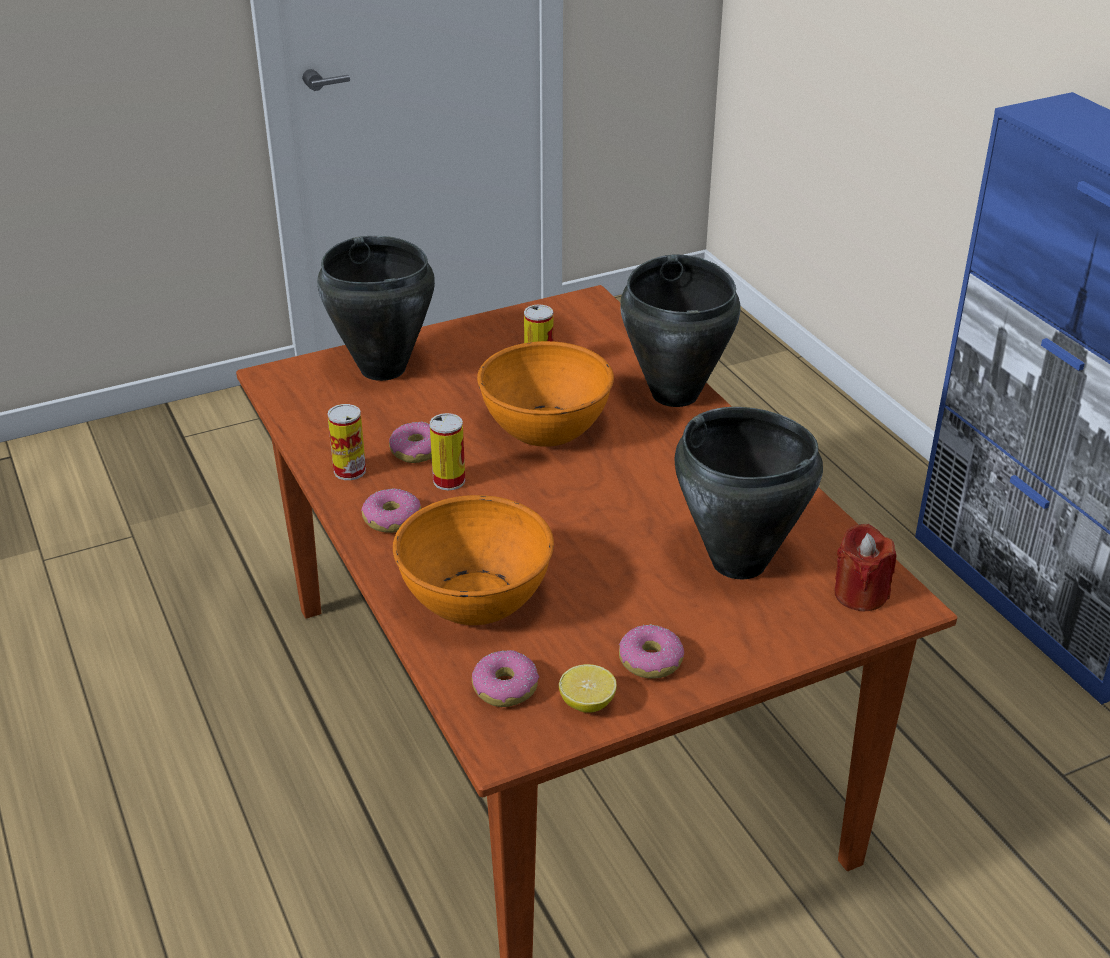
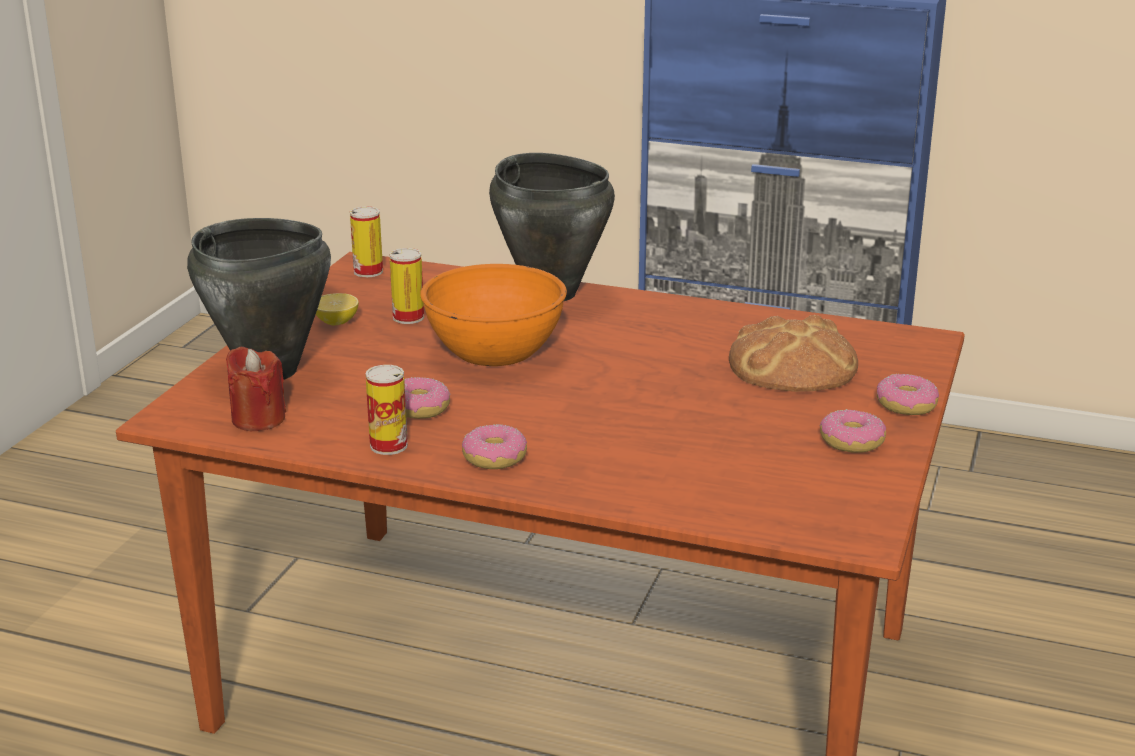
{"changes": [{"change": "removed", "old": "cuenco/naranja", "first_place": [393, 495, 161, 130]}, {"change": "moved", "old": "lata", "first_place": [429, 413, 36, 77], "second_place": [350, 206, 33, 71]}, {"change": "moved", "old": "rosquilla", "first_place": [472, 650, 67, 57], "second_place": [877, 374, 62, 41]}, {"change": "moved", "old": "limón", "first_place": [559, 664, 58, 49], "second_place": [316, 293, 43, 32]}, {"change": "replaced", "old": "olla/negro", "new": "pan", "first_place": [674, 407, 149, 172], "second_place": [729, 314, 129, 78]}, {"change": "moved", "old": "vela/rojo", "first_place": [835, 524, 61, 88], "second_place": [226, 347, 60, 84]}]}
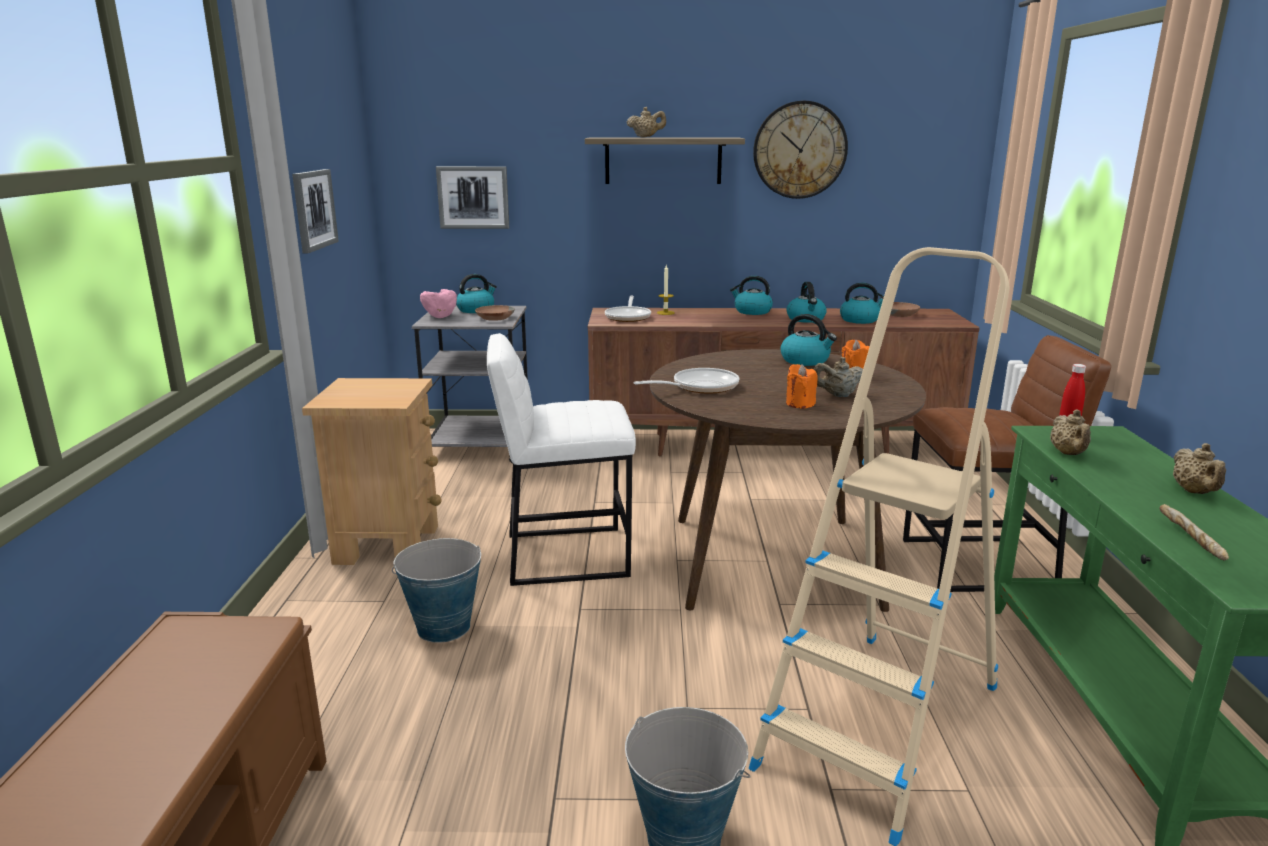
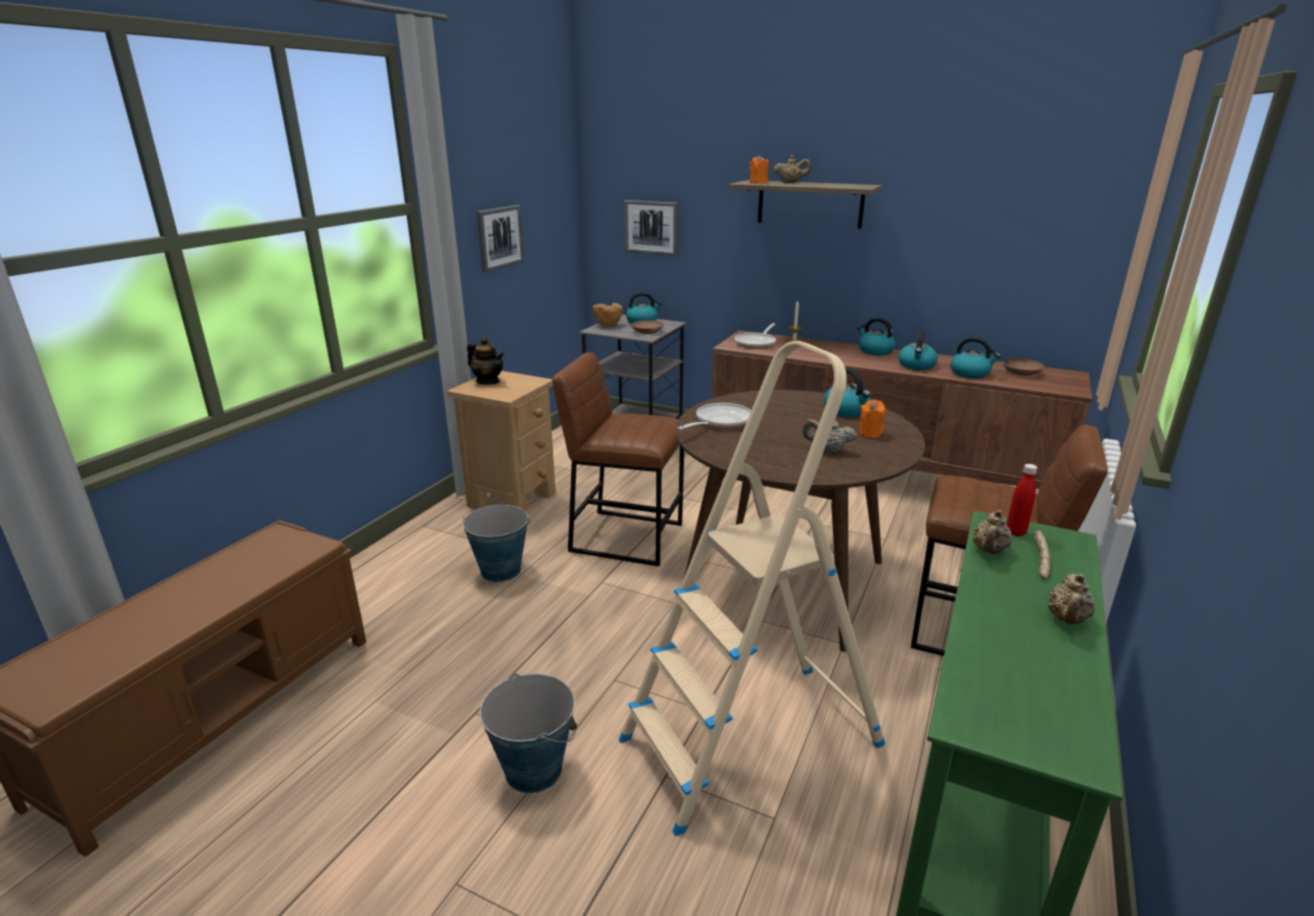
{"changes": [{"change": "recoloured", "old": "cuenco/rosa", "new": "cuenco/marrón", "first_place": [420, 289, 37, 29], "second_place": [593, 303, 30, 24]}, {"change": "recoloured", "old": "silla/blanco", "new": "silla/marrón", "first_place": [487, 333, 149, 253], "second_place": [552, 352, 132, 214]}, {"change": "turned", "old": "sartén", "first_place": [634, 368, 105, 25], "second_place": [677, 403, 74, 27], "degrees": -45}, {"change": "removed", "old": "reloj de pared", "first_place": [753, 101, 95, 98]}, {"change": "moved", "old": "vela/naranja", "first_place": [786, 364, 31, 44], "second_place": [750, 155, 18, 29]}, {"change": "moved", "old": "pan", "first_place": [1159, 504, 70, 56], "second_place": [1034, 531, 17, 48]}, {"change": "added", "new": "tetera", "second_place": [467, 337, 37, 48]}]}
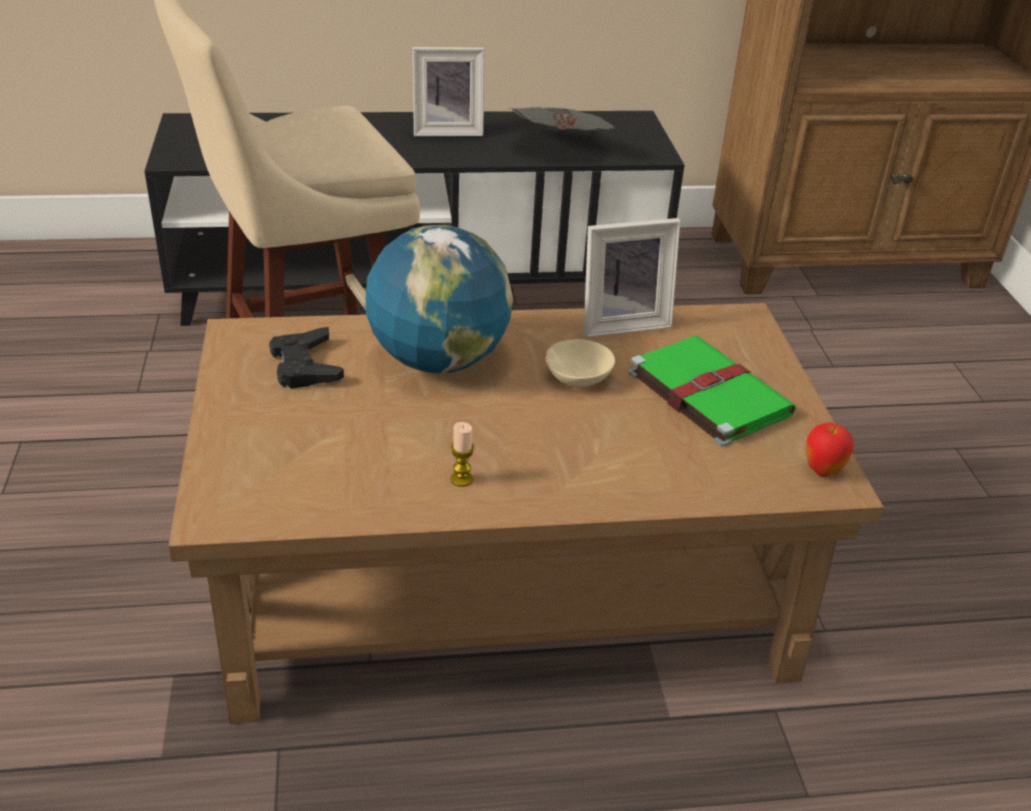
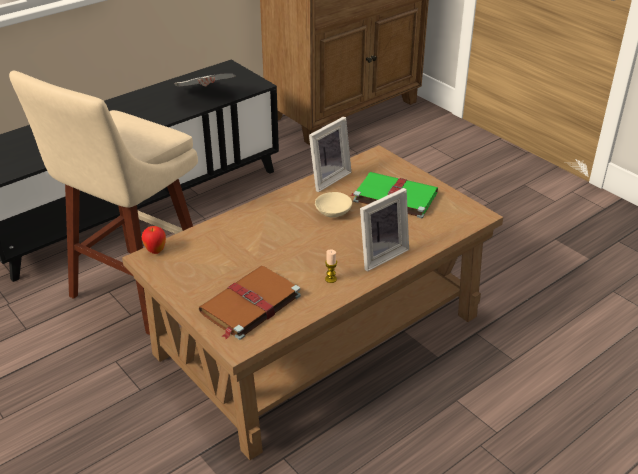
{"changes": [{"change": "removed", "old": "mando de consola/negro", "first_place": [269, 327, 75, 62]}, {"change": "removed", "old": "globo terráqueo", "first_place": [365, 225, 148, 148]}, {"change": "moved", "old": "portarretratos", "first_place": [413, 47, 72, 89], "second_place": [360, 188, 49, 83]}, {"change": "moved", "old": "manzana", "first_place": [806, 422, 48, 55], "second_place": [142, 226, 24, 28]}, {"change": "added", "new": "libro/marrón", "second_place": [199, 266, 102, 74]}]}
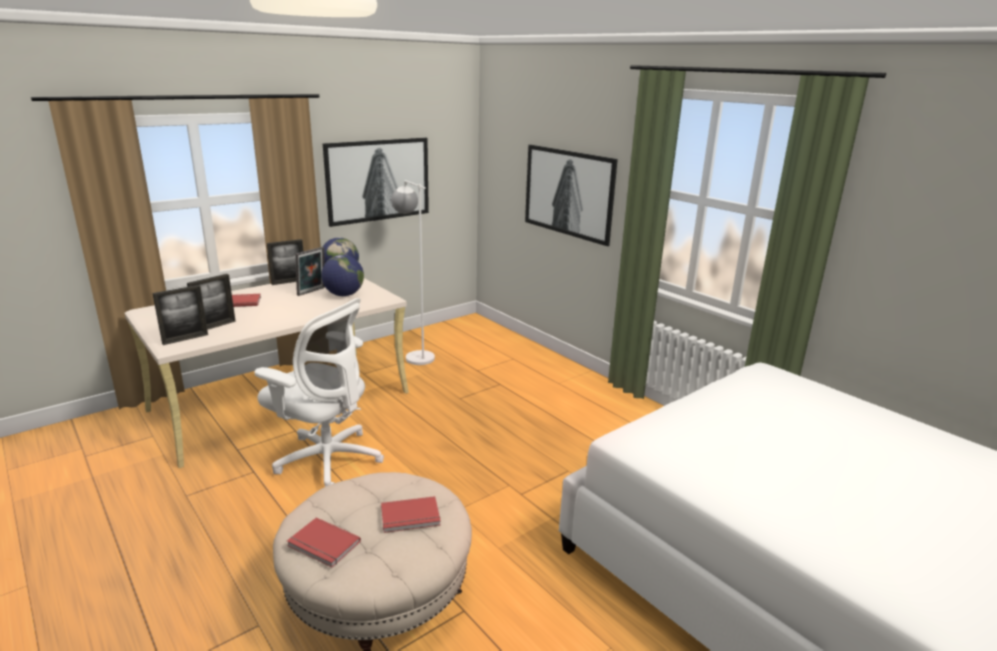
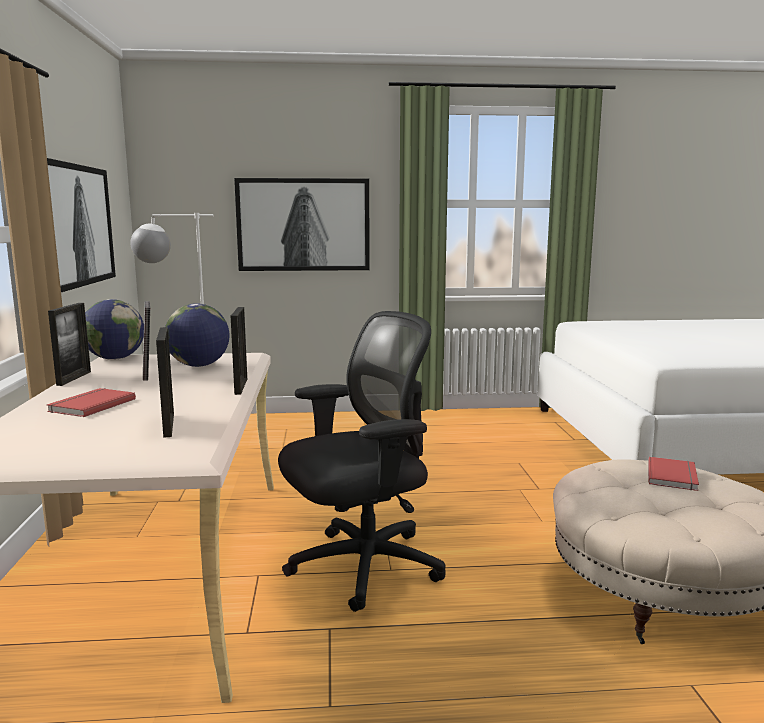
{"changes": [{"change": "moved", "old": "portarretratos", "first_place": [153, 285, 55, 60], "second_place": [231, 307, 16, 88]}, {"change": "recoloured", "old": "silla de oficina/blanco", "new": "silla de oficina/negro", "first_place": [254, 298, 130, 189], "second_place": [278, 311, 168, 301]}, {"change": "removed", "old": "libro/rojo", "first_place": [287, 517, 74, 51]}]}
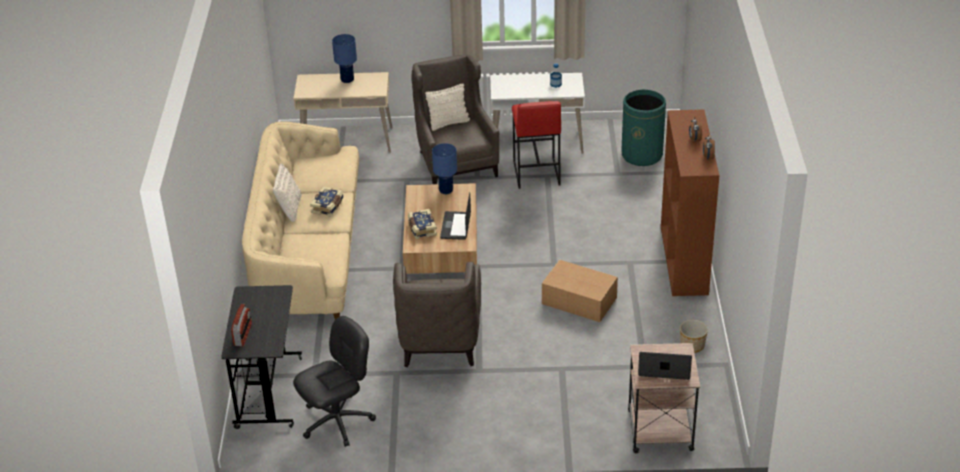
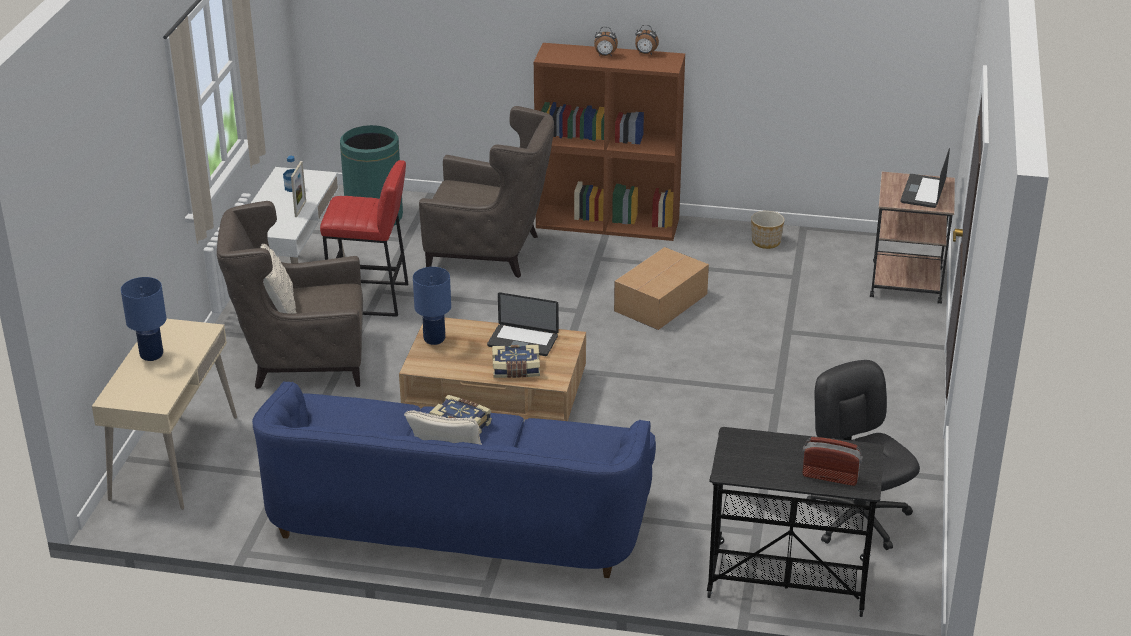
{"changes": [{"change": "recoloured", "old": "sofá/beis", "new": "sofá/azul", "first_place": [242, 121, 117, 198], "second_place": [252, 381, 404, 197]}, {"change": "moved", "old": "sillón/gris", "first_place": [393, 262, 88, 105], "second_place": [419, 106, 135, 172]}, {"change": "added", "new": "portarretratos", "second_place": [291, 161, 15, 56]}]}
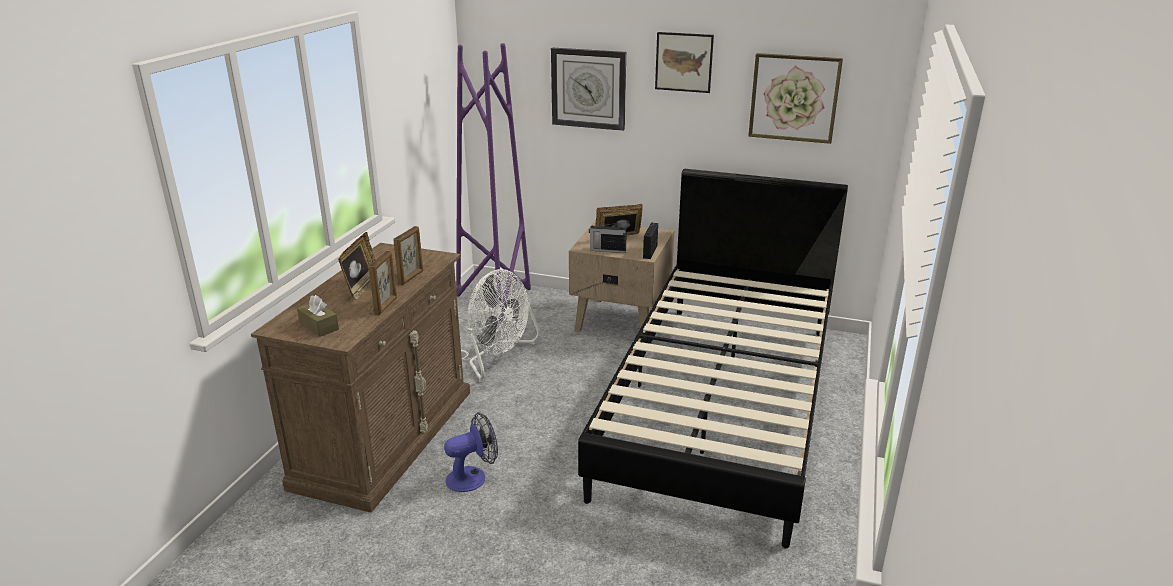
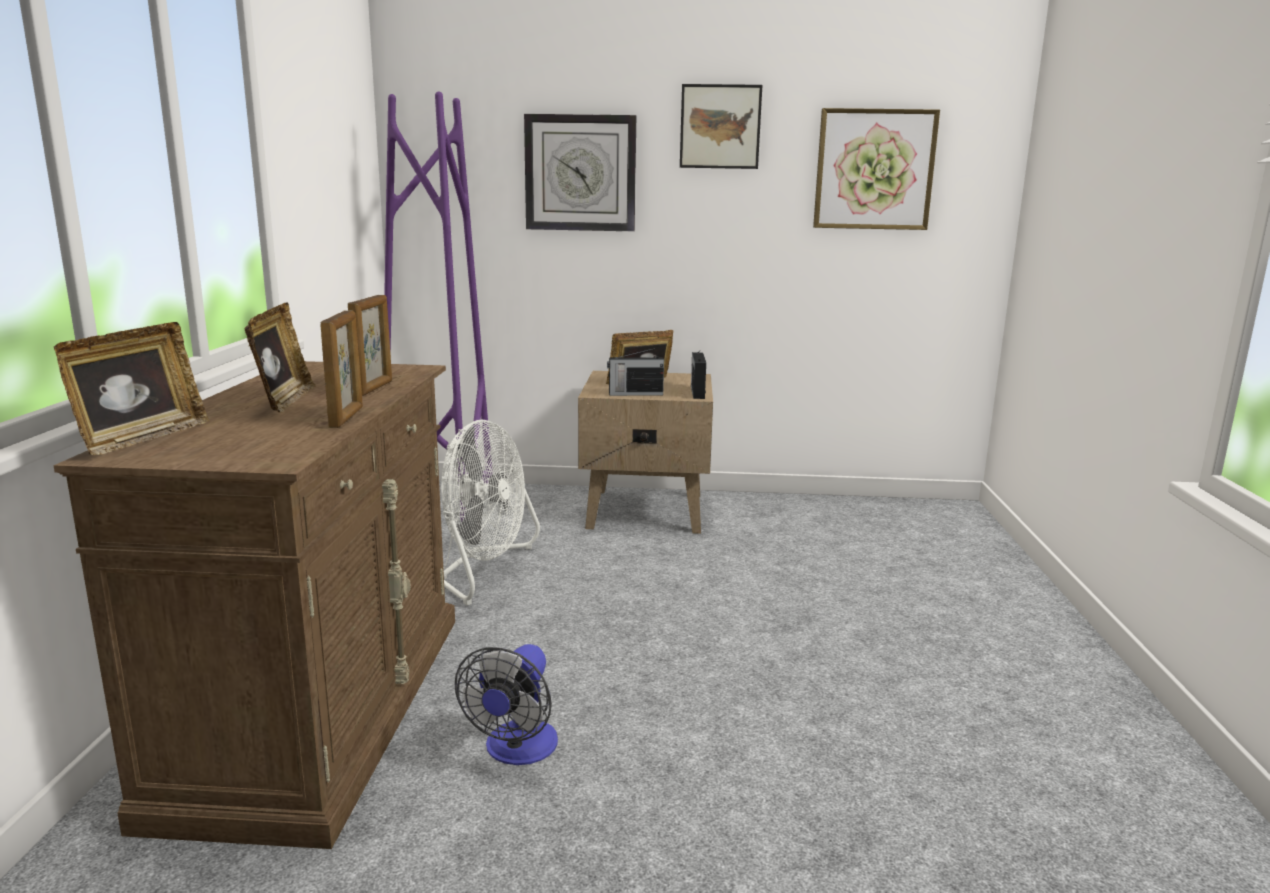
{"changes": [{"change": "removed", "old": "caja de pañuelos/marrón", "first_place": [297, 295, 42, 42]}, {"change": "turned", "old": "ventilador", "first_place": [444, 412, 54, 80], "second_place": [455, 644, 103, 121], "degrees": 150}, {"change": "removed", "old": "cama/negro", "first_place": [578, 169, 270, 379]}, {"change": "added", "new": "portarretratos", "second_place": [54, 322, 156, 133]}]}
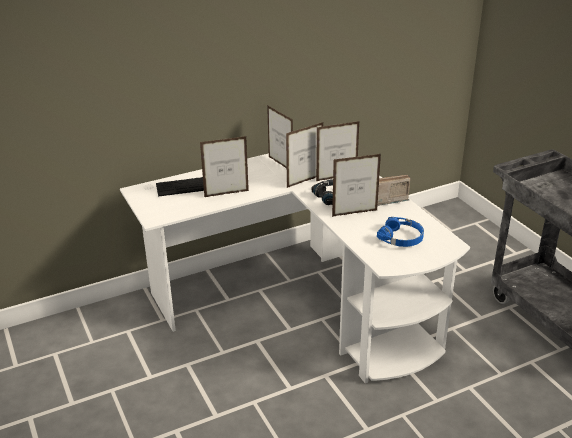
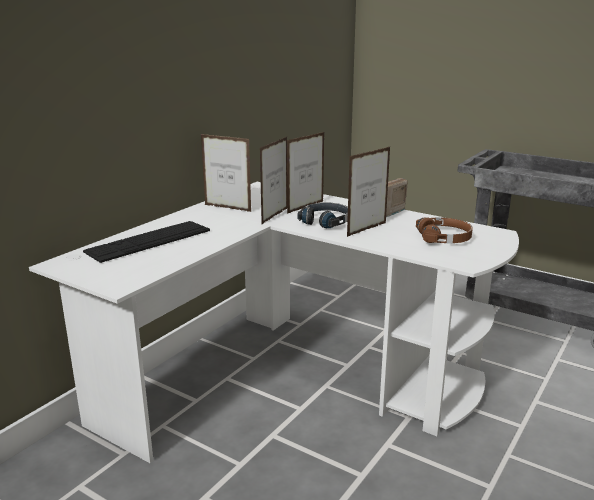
{"changes": [{"change": "removed", "old": "portarretratos", "first_place": [200, 136, 49, 61]}, {"change": "recoloured", "old": "auriculares/azul", "new": "auriculares/marrón", "first_place": [377, 217, 47, 30], "second_place": [416, 217, 57, 26]}]}
